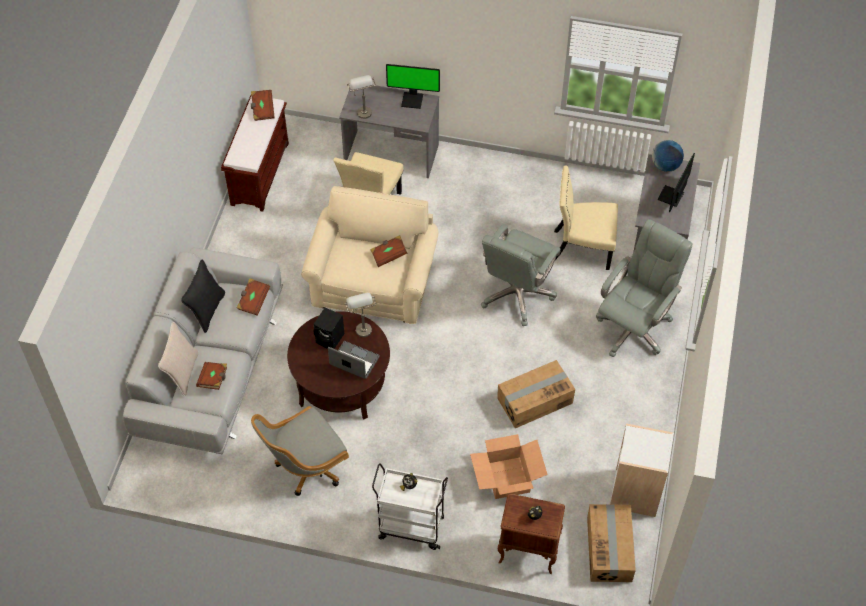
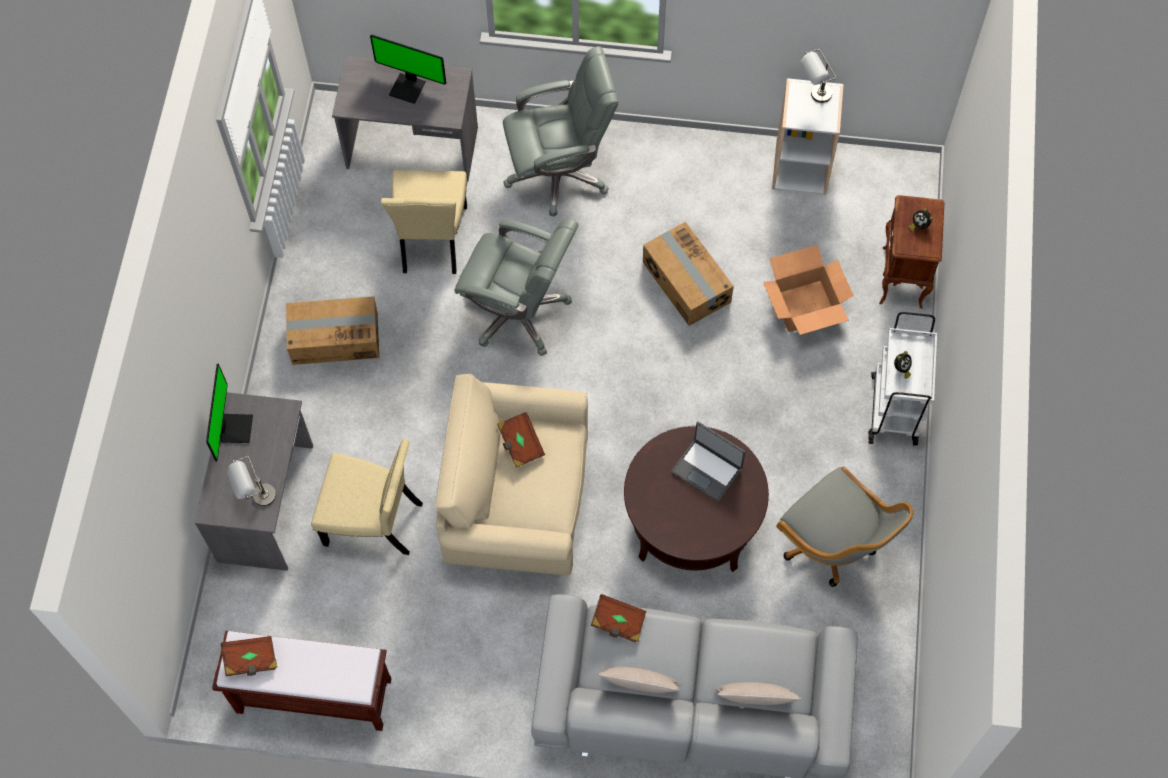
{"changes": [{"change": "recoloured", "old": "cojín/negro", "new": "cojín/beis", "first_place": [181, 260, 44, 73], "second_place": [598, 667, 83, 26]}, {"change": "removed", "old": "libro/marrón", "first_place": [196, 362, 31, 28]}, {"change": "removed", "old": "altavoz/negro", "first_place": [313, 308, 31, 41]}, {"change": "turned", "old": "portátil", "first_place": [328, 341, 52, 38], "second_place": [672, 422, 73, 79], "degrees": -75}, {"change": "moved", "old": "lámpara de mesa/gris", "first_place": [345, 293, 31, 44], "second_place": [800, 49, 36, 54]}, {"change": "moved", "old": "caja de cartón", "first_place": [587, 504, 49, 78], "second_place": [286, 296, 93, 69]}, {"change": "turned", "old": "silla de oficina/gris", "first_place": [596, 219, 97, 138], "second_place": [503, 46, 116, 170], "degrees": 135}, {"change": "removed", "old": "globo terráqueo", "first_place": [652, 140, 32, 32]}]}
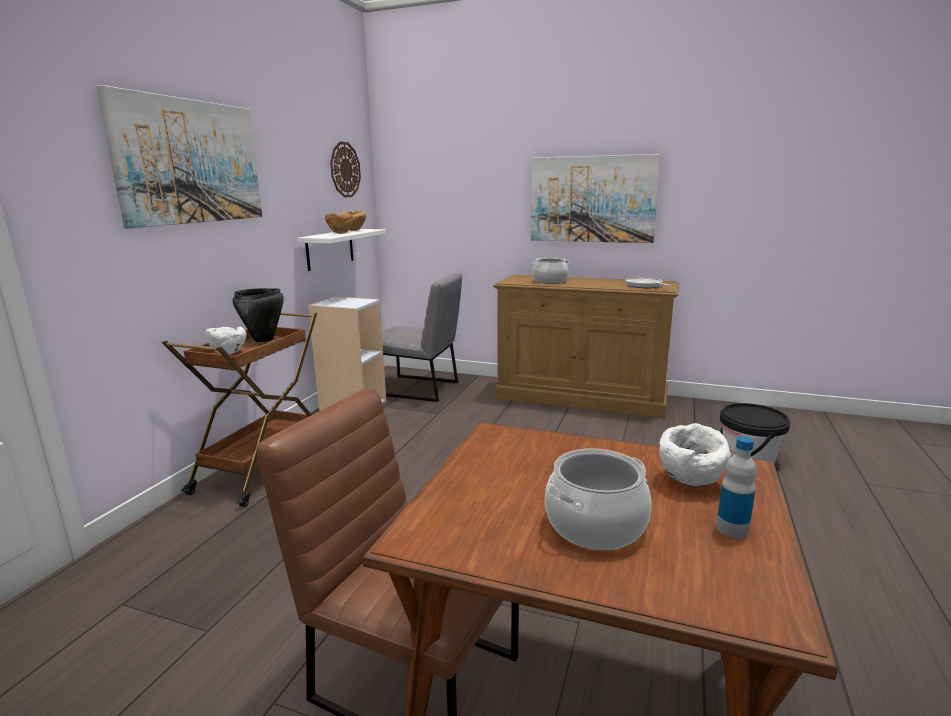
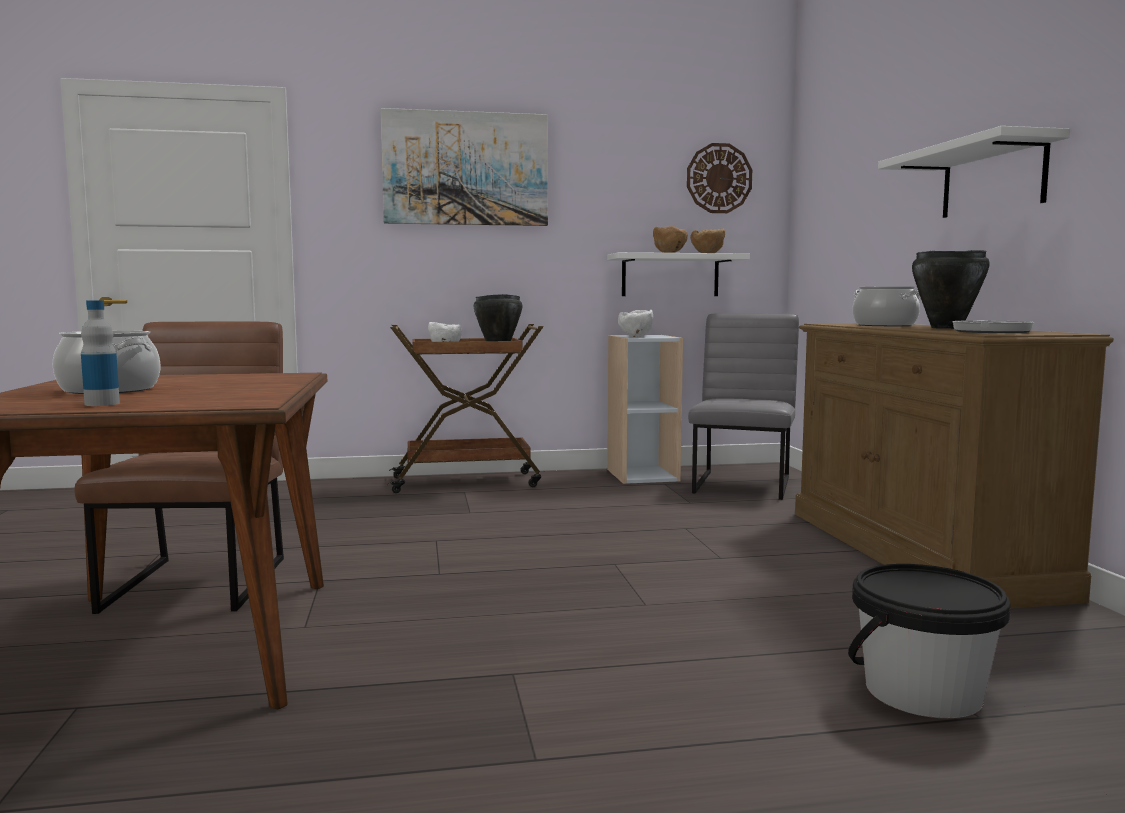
{"changes": [{"change": "turned", "old": "silla/gris", "first_place": [382, 273, 80, 129], "second_place": [688, 313, 111, 187], "degrees": -150}, {"change": "replaced", "old": "cuadro", "new": "estante/blanco", "first_place": [531, 154, 130, 89], "second_place": [878, 126, 192, 92]}, {"change": "moved", "old": "cuenco/blanco", "first_place": [659, 423, 72, 63], "second_place": [618, 310, 35, 27]}, {"change": "added", "new": "olla/negro", "second_place": [912, 250, 77, 79]}]}
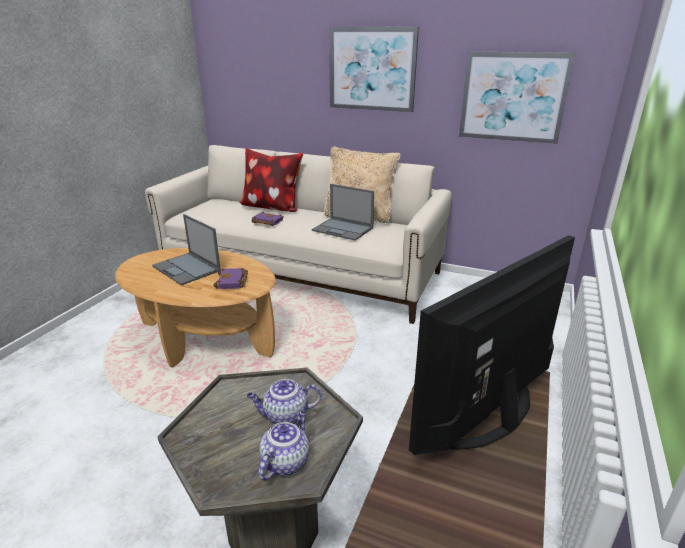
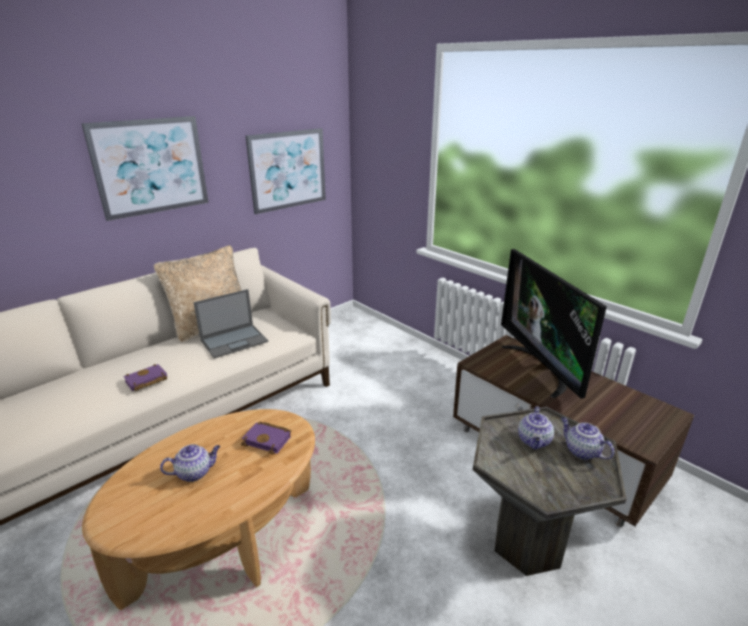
{"changes": [{"change": "replaced", "old": "portátil", "new": "tetera", "first_place": [152, 214, 69, 72], "second_place": [160, 444, 60, 38]}, {"change": "removed", "old": "cojín", "first_place": [240, 148, 63, 64]}]}
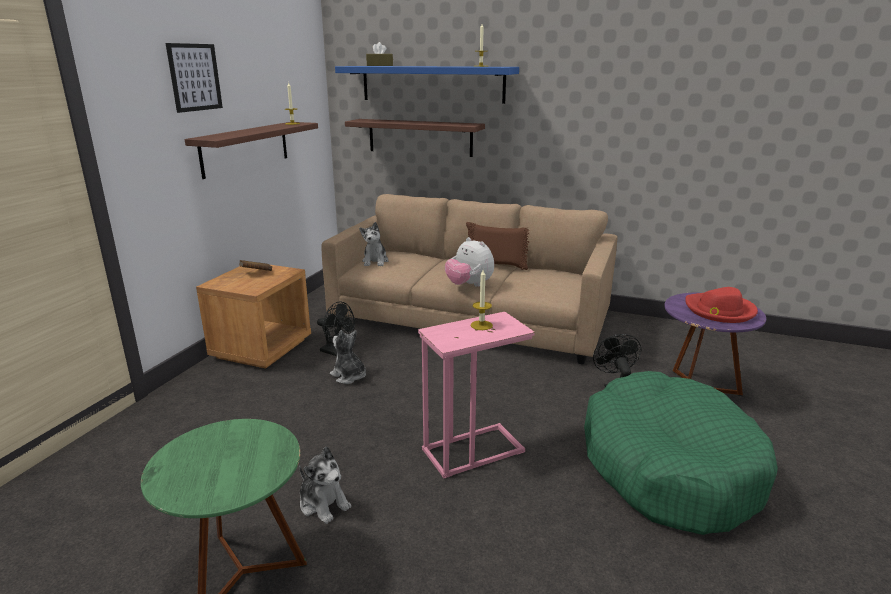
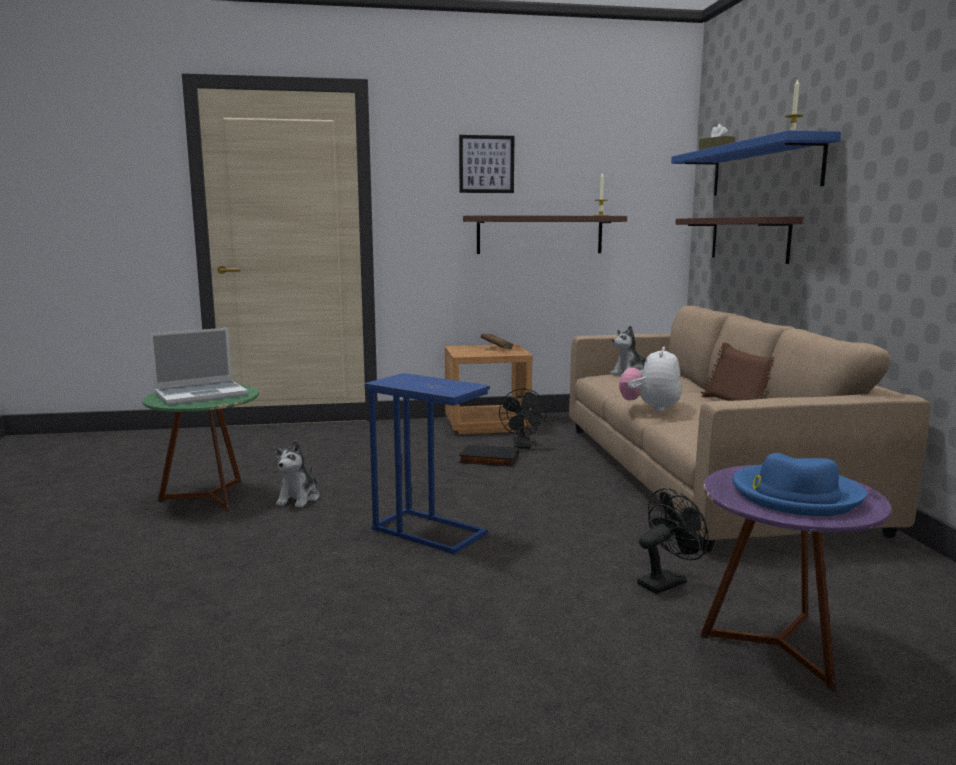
{"changes": [{"change": "replaced", "old": "peluche", "new": "libro/negro", "first_place": [330, 330, 36, 54], "second_place": [459, 444, 60, 23]}, {"change": "recoloured", "old": "mesa auxiliar/rosa", "new": "mesa auxiliar/azul", "first_place": [418, 312, 117, 167], "second_place": [364, 373, 126, 182]}, {"change": "removed", "old": "vela", "first_place": [471, 270, 22, 60]}, {"change": "removed", "old": "cama para perro/verde", "first_place": [584, 371, 194, 164]}, {"change": "recoloured", "old": "sombrero/rojo", "new": "sombrero/azul", "first_place": [685, 287, 73, 36], "second_place": [733, 453, 134, 63]}, {"change": "added", "new": "portátil", "second_place": [149, 328, 99, 77]}]}
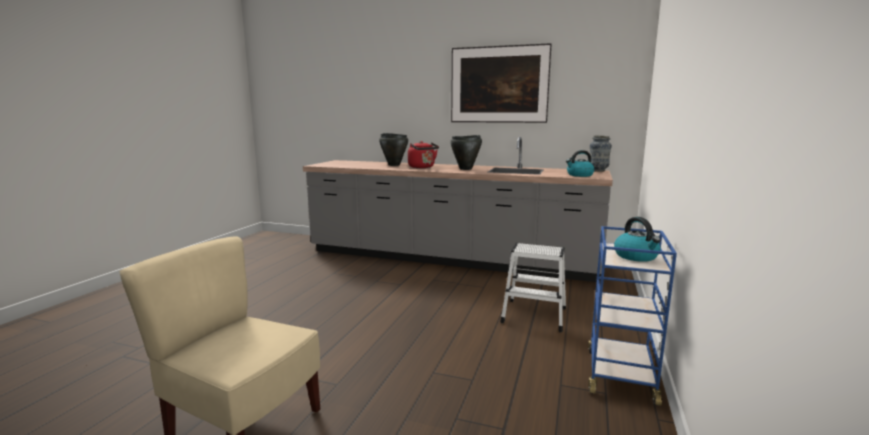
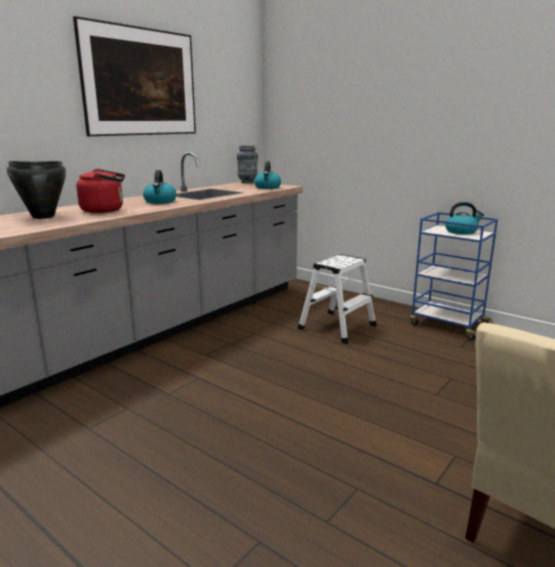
{"changes": [{"change": "replaced", "old": "olla/negro", "new": "hervidor", "first_place": [450, 135, 32, 35], "second_place": [143, 170, 33, 34]}]}
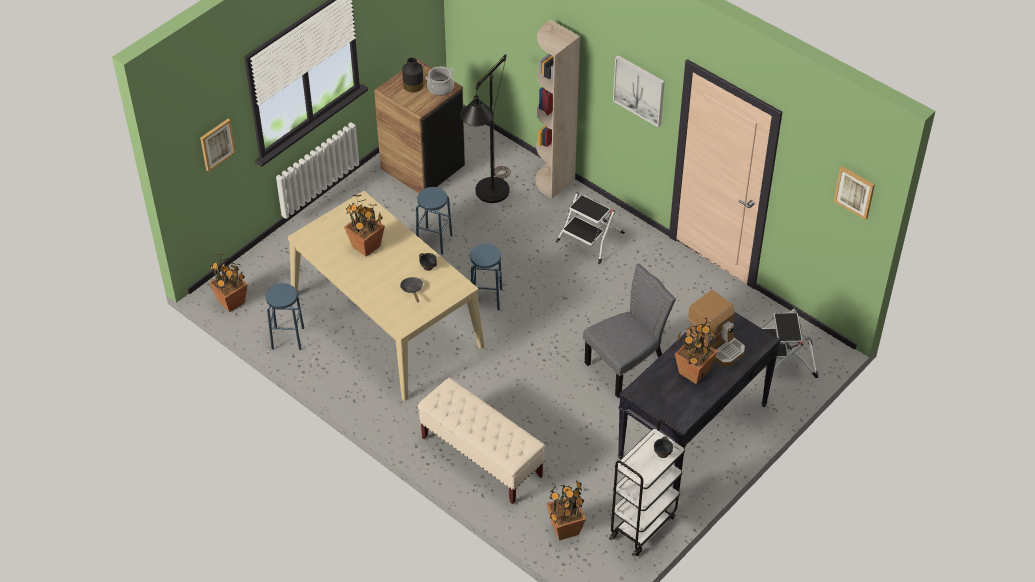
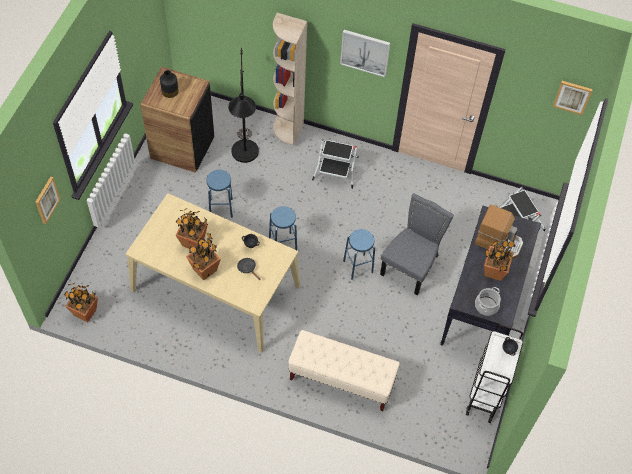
{"changes": [{"change": "moved", "old": "taburete/azul", "first_place": [266, 283, 38, 67], "second_place": [343, 229, 32, 51]}, {"change": "moved", "old": "olla", "first_place": [426, 66, 29, 30], "second_place": [475, 287, 26, 29]}, {"change": "moved", "old": "planta en maceta", "first_place": [547, 480, 39, 61], "second_place": [186, 233, 35, 47]}]}
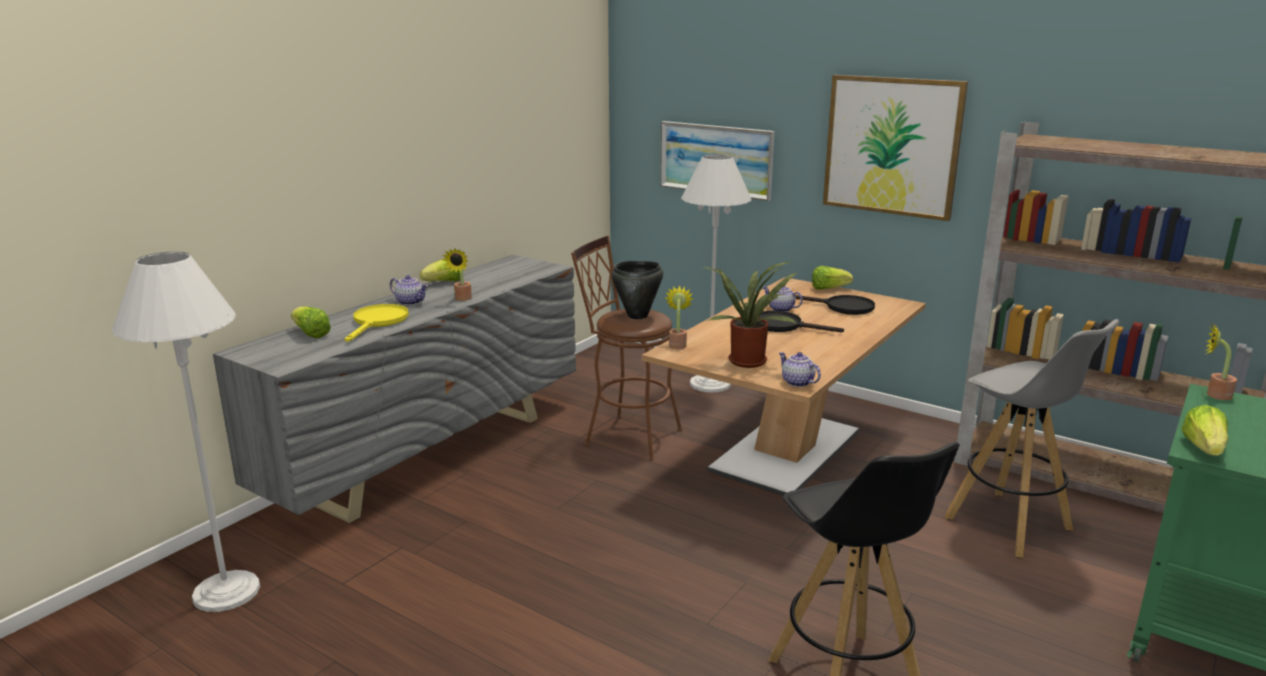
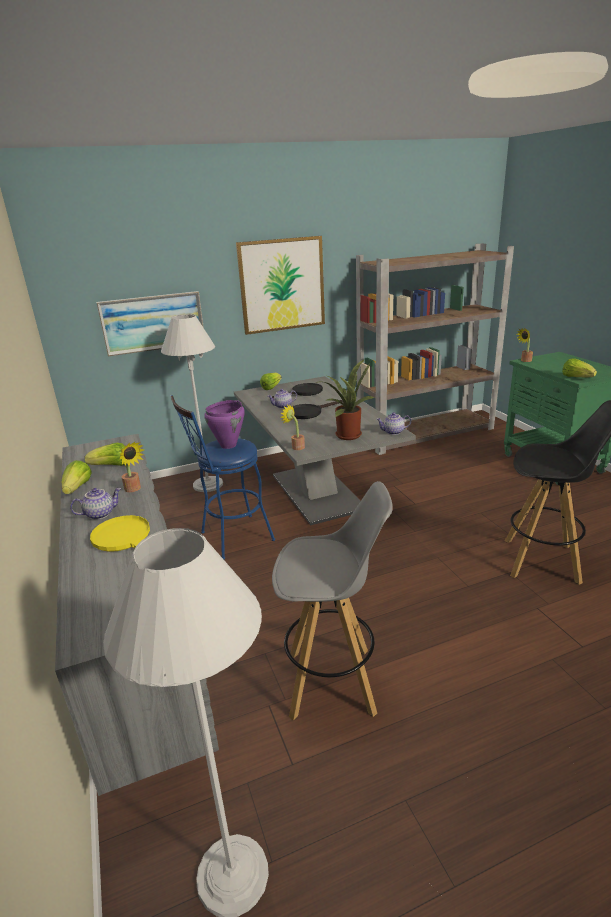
{"changes": [{"change": "moved", "old": "lechuga", "first_place": [291, 306, 40, 32], "second_place": [85, 443, 40, 23]}, {"change": "recoloured", "old": "taburete/marrón", "new": "taburete/azul", "first_place": [571, 235, 111, 226], "second_place": [171, 395, 104, 164]}, {"change": "recoloured", "old": "olla/negro", "new": "olla/morado", "first_place": [612, 261, 51, 58], "second_place": [204, 400, 41, 49]}, {"change": "recoloured", "old": "mesa de comedor/marrón", "new": "mesa de comedor/gris", "first_place": [642, 277, 284, 219], "second_place": [234, 376, 182, 149]}, {"change": "moved", "old": "taburete/gris", "first_place": [945, 319, 174, 239], "second_place": [272, 481, 121, 240]}]}
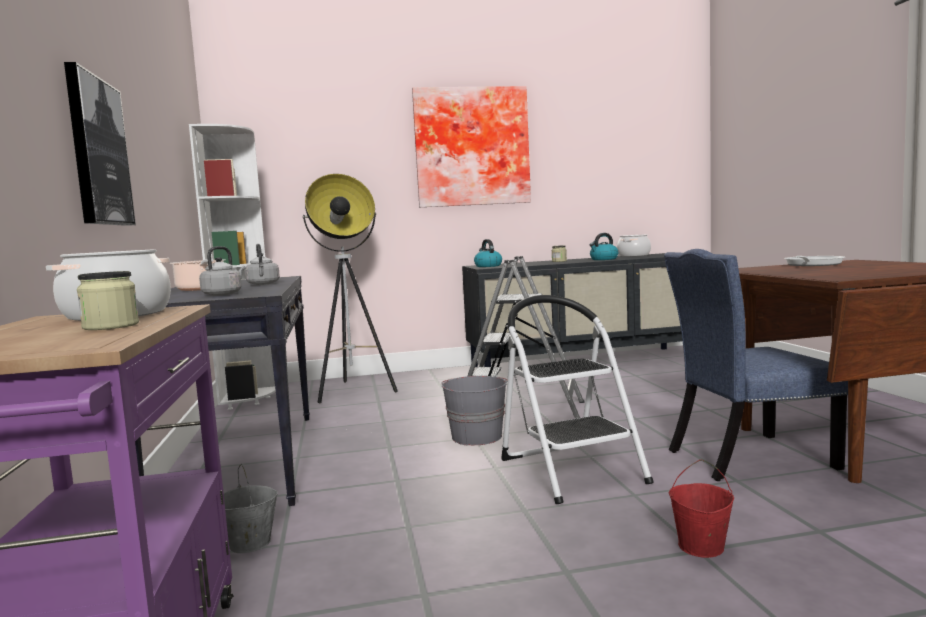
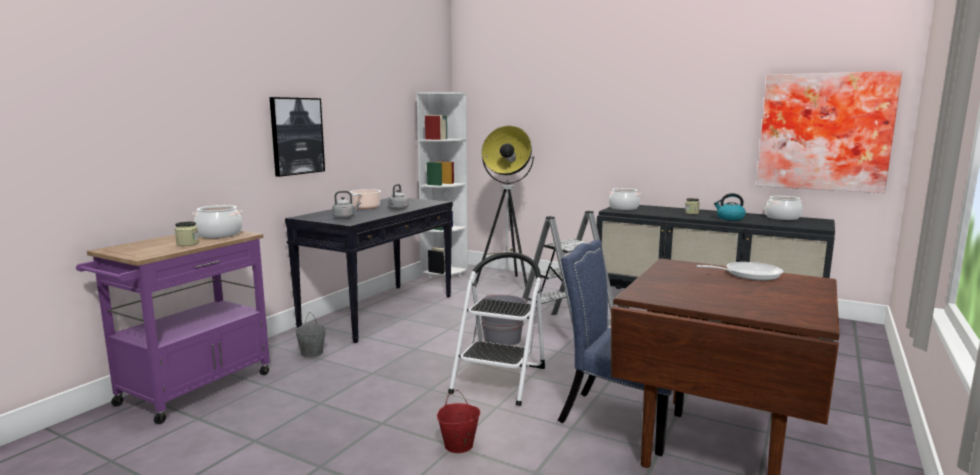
{"changes": [{"change": "moved", "old": "cuadro", "first_place": [412, 86, 119, 121], "second_place": [757, 71, 145, 122]}, {"change": "replaced", "old": "hervidor", "new": "olla", "first_place": [474, 239, 28, 28], "second_place": [608, 188, 34, 22]}]}
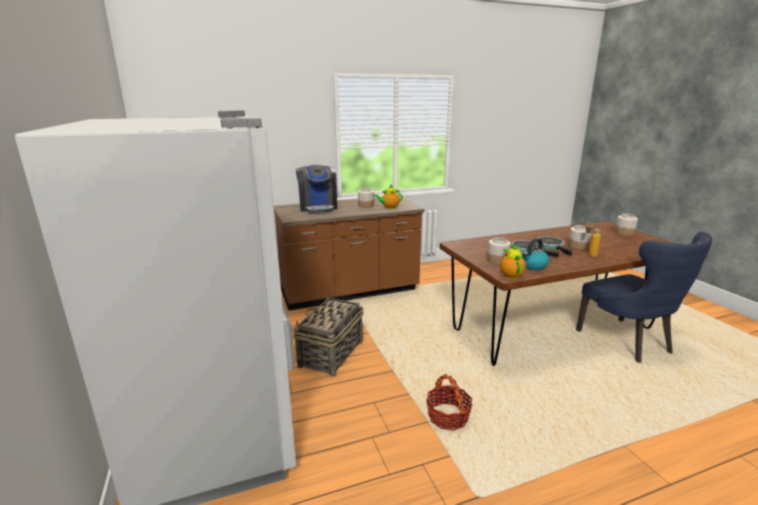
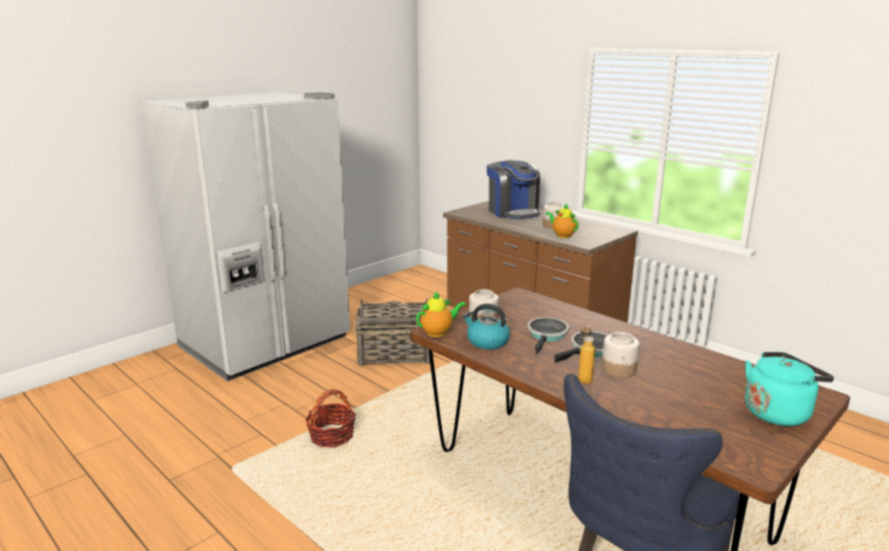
{"changes": [{"change": "turned", "old": "cafetera", "first_place": [296, 165, 41, 48], "second_place": [487, 160, 53, 59], "degrees": -75}, {"change": "replaced", "old": "tarro", "new": "hervidor/turquesa", "first_place": [615, 213, 23, 23], "second_place": [745, 352, 89, 74]}]}
